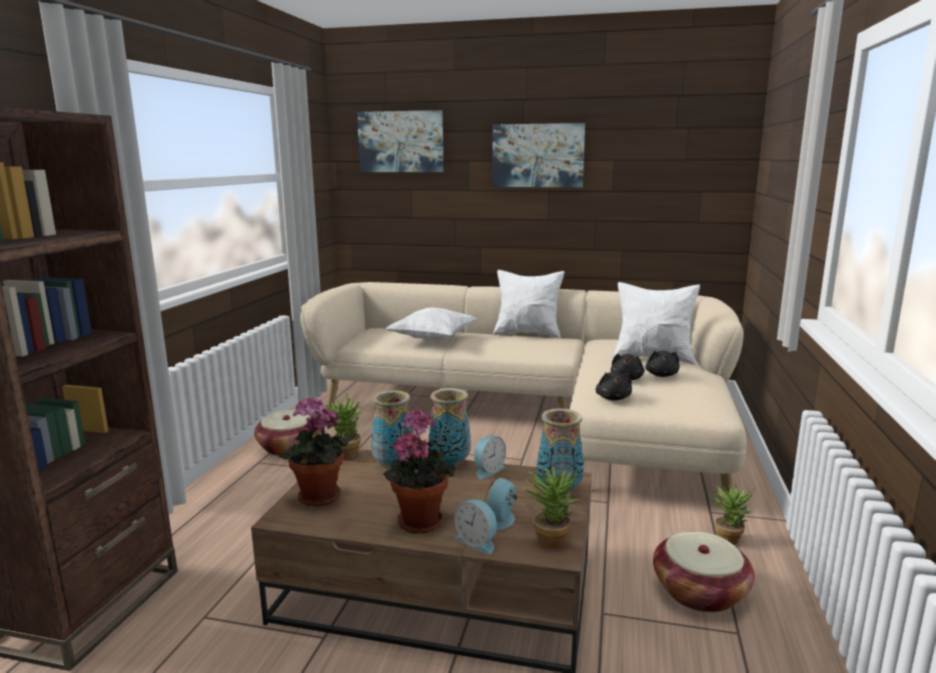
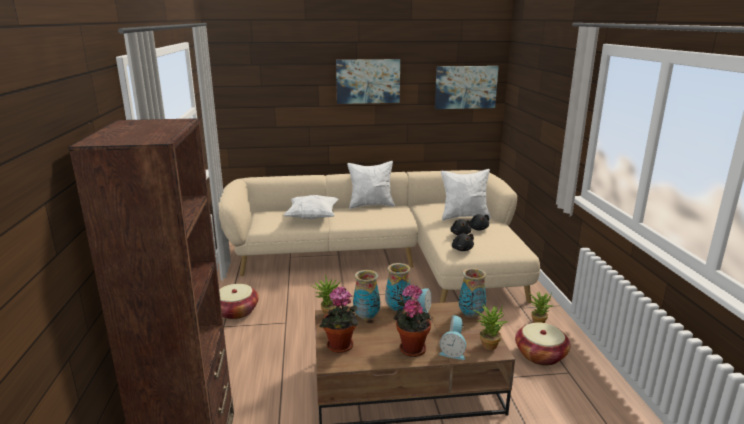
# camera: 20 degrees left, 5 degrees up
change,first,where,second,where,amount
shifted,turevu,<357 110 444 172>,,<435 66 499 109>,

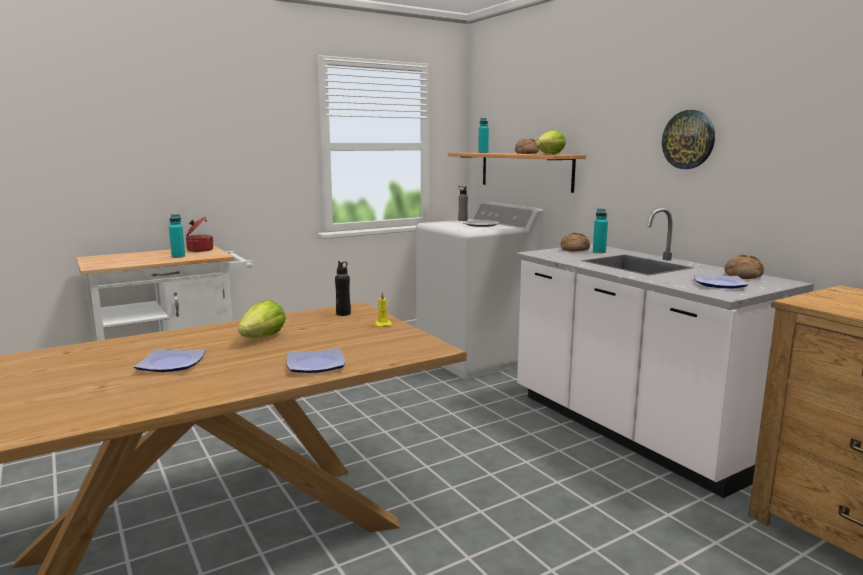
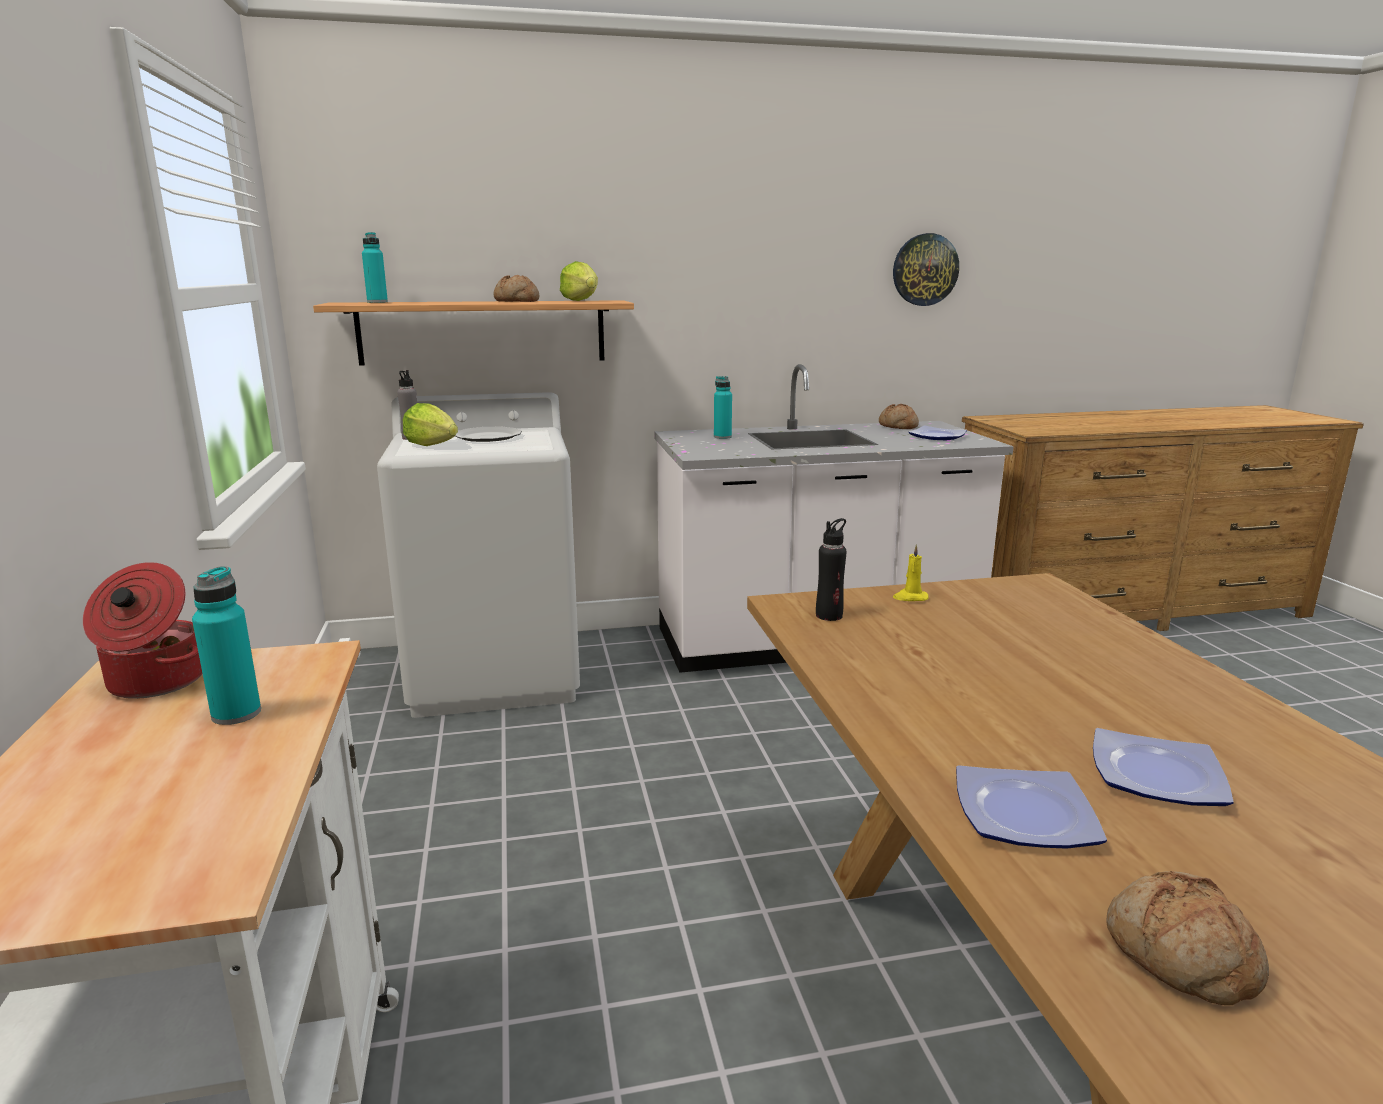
# camera: 70 degrees left, 5 degrees up
change,first,where,second,where,amount
shifted,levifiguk,<662 110 715 169>,,<893 233 959 306>,
shifted,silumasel,<561 233 590 252>,,<1106 871 1269 1005>,
shifted,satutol,<238 300 286 338>,,<403 403 458 446>,
shifted,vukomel,<287 348 345 373>,,<956 765 1107 849>,

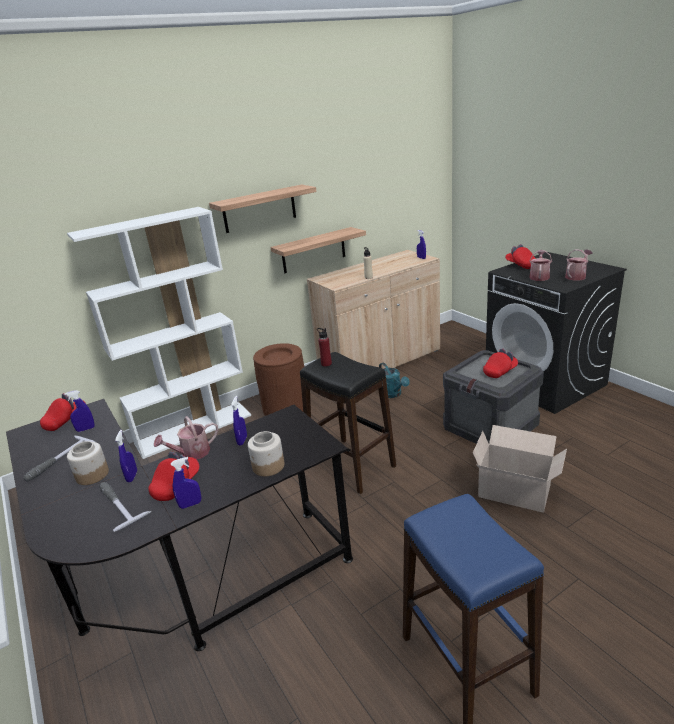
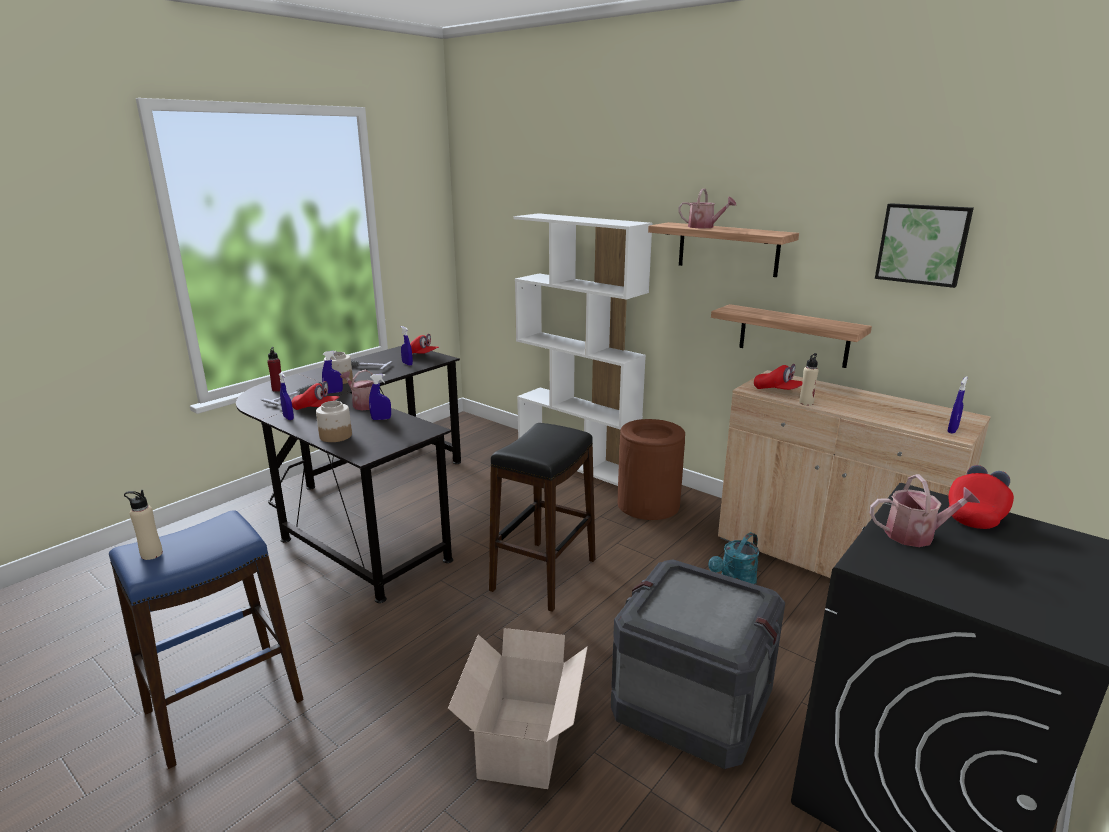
# camera: 70 degrees right, 5 degrees down
change,first,where,second,where,amount
shifted,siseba,<565 249 593 281>,,<678 189 736 229>,
shifted,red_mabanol,<317 328 332 367>,,<267 347 281 392>,
shifted,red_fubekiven,<483 349 518 378>,,<754 364 803 390>,
new,,,turevu,<875 203 974 288>,
new,,,beige_mabanol,<124 490 163 560>,

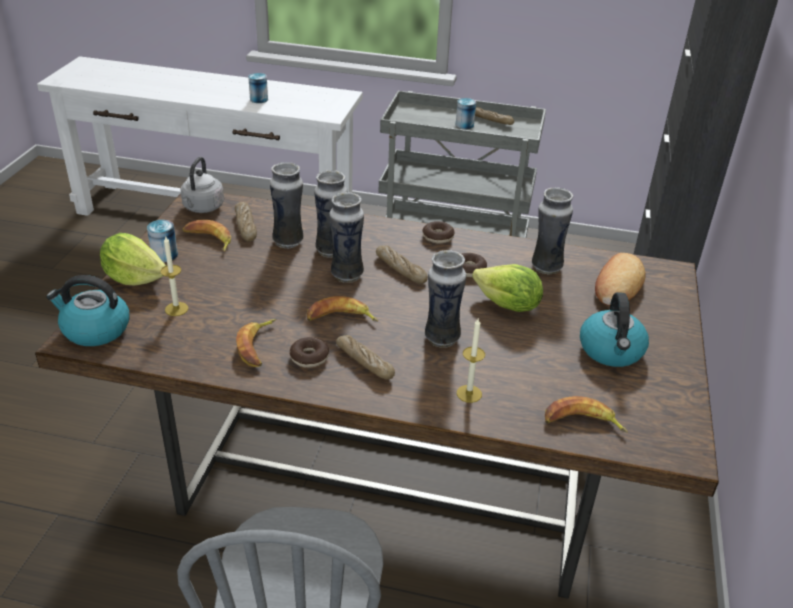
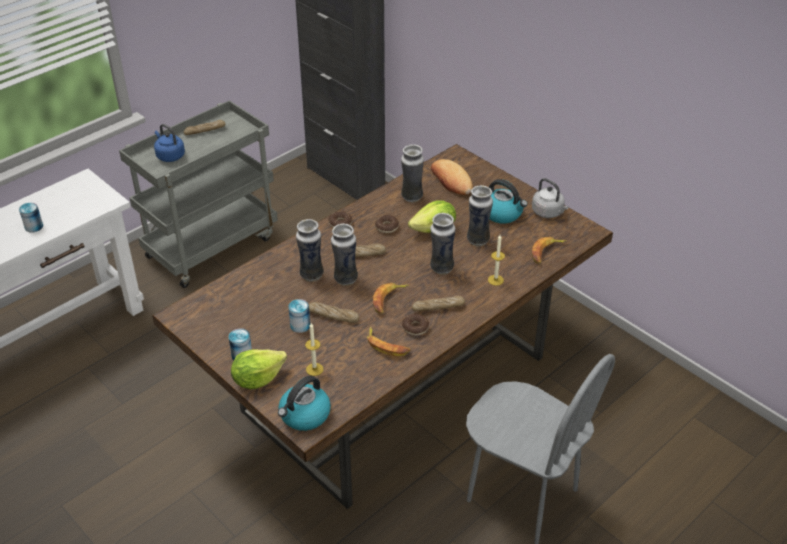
# camera: 55 degrees left, 5 degrees up
change,first,where,second,where,amount
shifted,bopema,<456 98 476 129>,,<288 299 310 333>,
shifted,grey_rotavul,<180 157 224 213>,,<532 178 568 218>,
shifted,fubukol,<270 162 304 248>,,<467 185 493 246>,
shifted,silumasel,<235 202 257 242>,,<309 302 359 323>,
gone,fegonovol,<182 220 231 252>,,,
new,,,blue_rotavul,<154 124 185 162>,

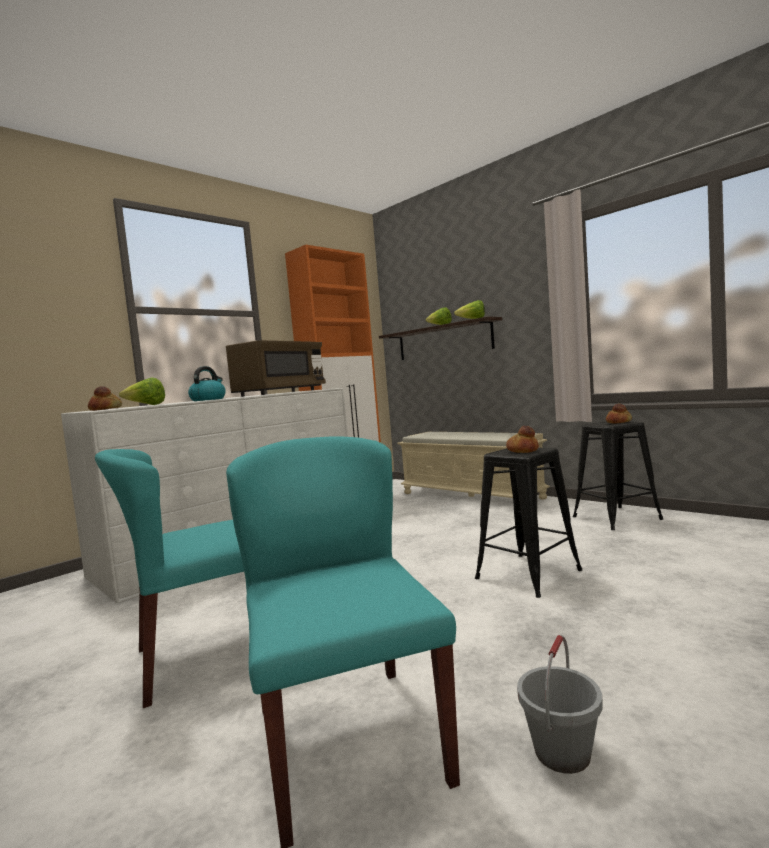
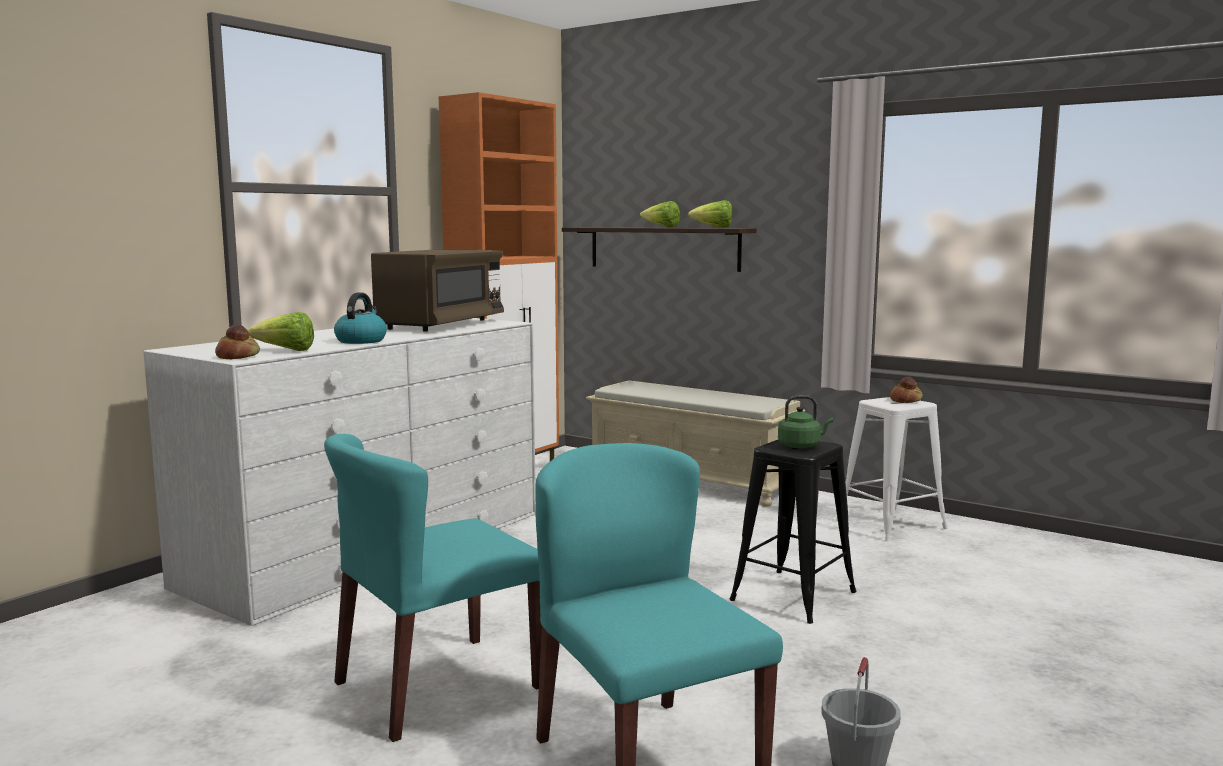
# camera: 10 degrees left, 5 degrees up
change,first,where,second,where,amount
repainted,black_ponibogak,<573 422 663 530>,white_ponibogak,<836 397 948 541>,
swapped,silumasel,<506 426 539 453>,green_rotavul,<778 395 833 448>,

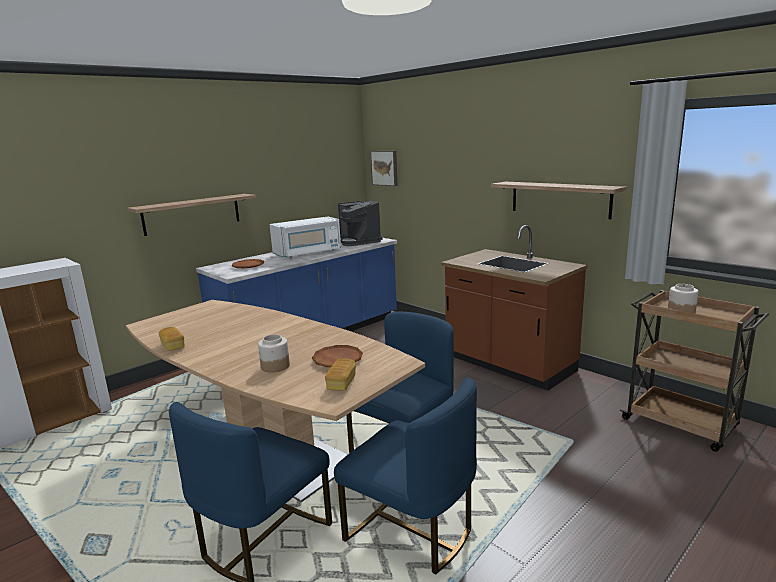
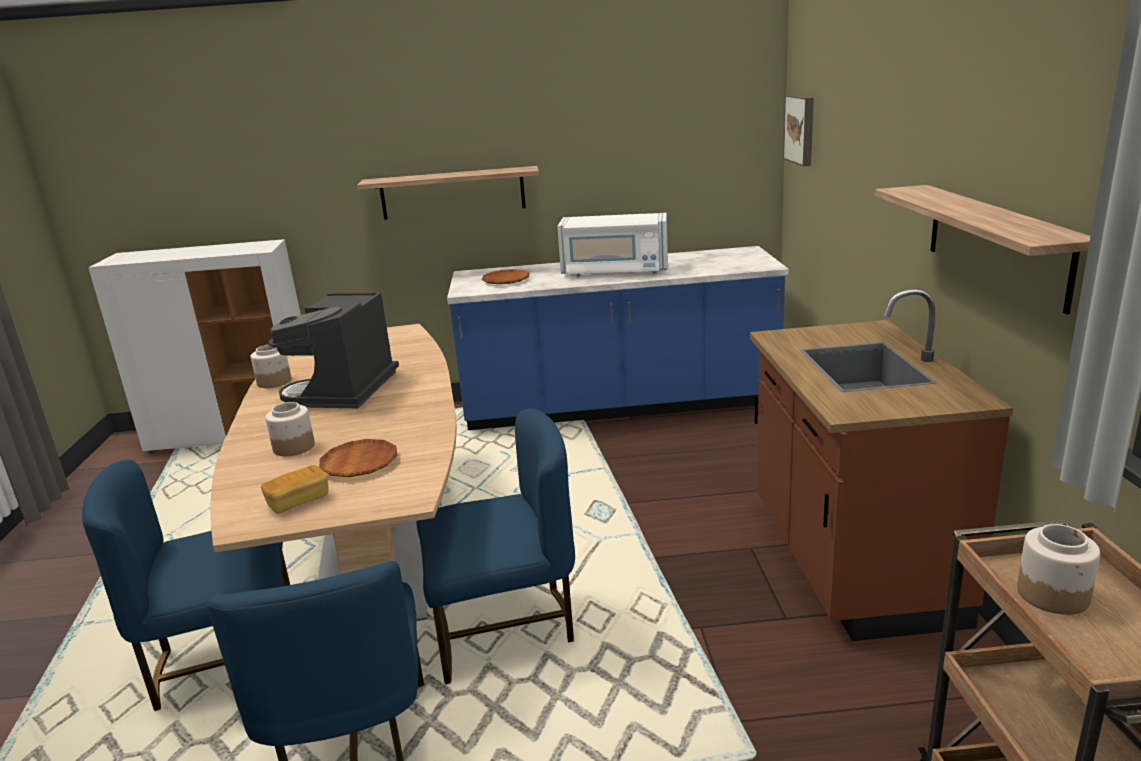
# camera: 40 degrees right, 5 degrees up
change,first,where,second,where,amount
shifted,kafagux,<338 201 383 246>,,<269 293 399 408>,
swapped,silumasel,<159 327 185 351>,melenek,<251 345 291 388>,

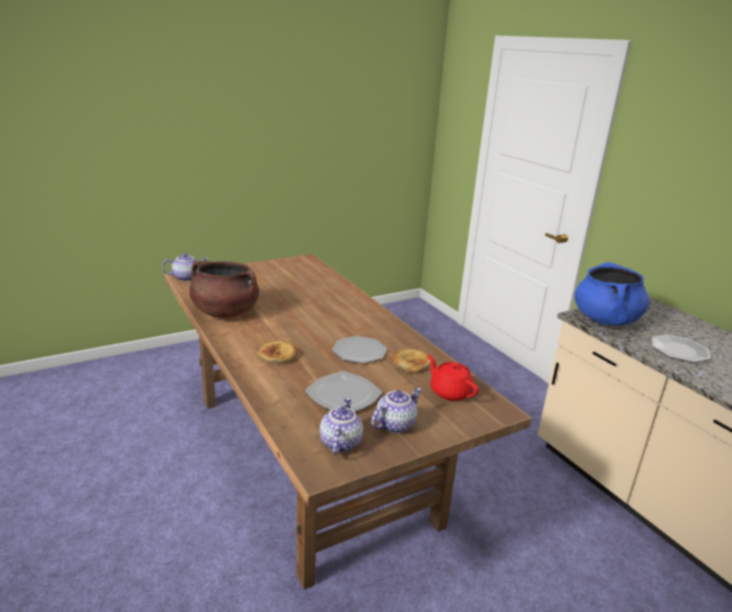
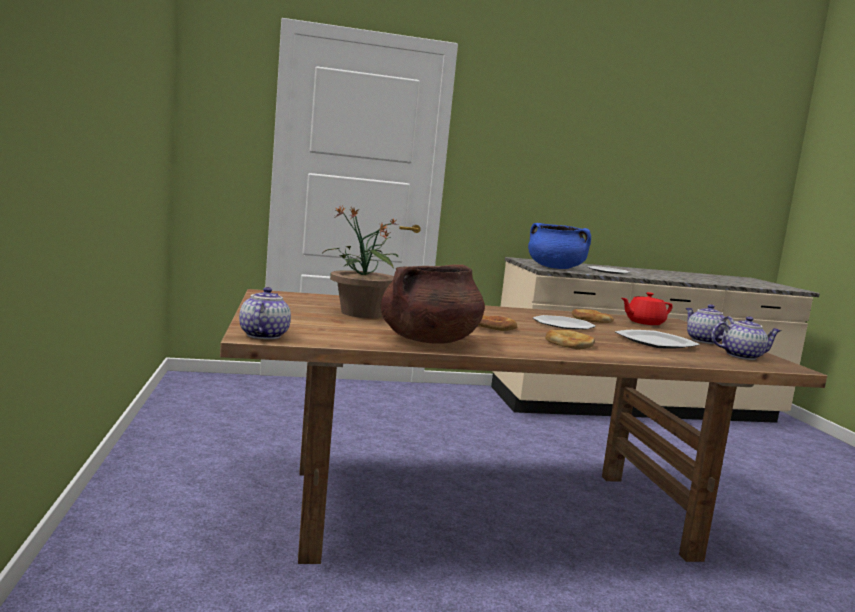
# camera: 70 degrees left, 15 degrees down
change,first,where,second,where,amount
rotated,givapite,<320 397 363 455>,,<711 316 781 360>,150 degrees clockwise
new,,,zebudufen,<321 206 399 318>,
new,,,silumasel,<478 315 517 331>,

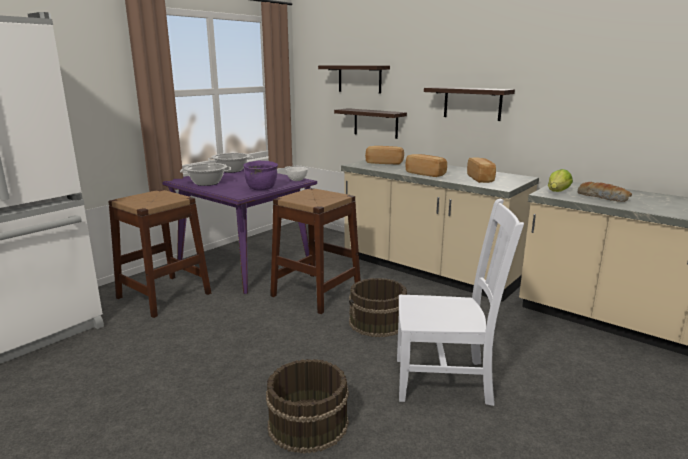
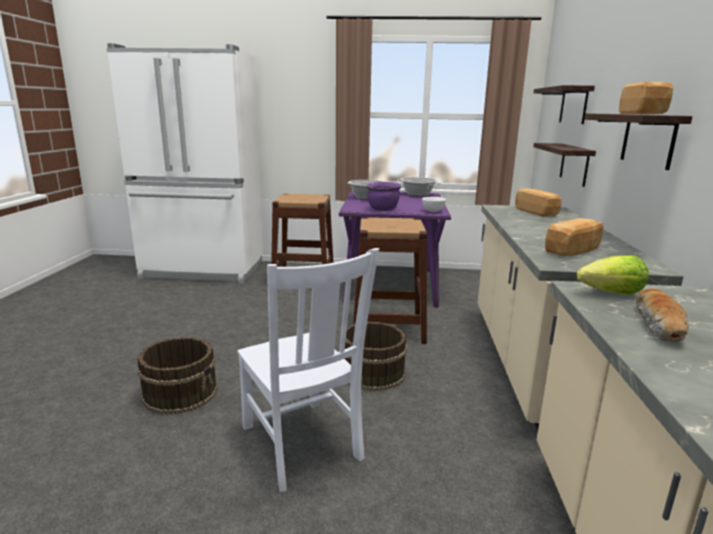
# camera: 55 degrees right, 0 degrees up
change,first,where,second,where,amount
shifted,silumasel,<405 154 447 177>,,<619 82 673 114>,

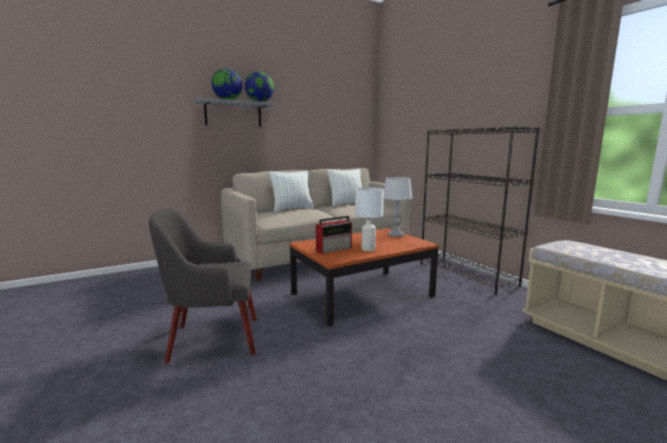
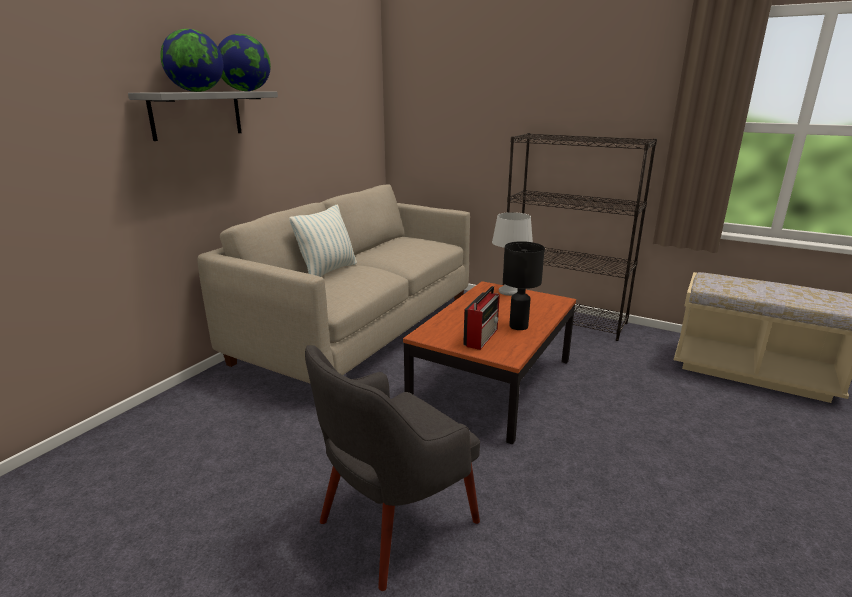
# camera: 30 degrees left, 10 degrees up
change,first,where,second,where,amount
gone,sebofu,<327 168 362 206>,,,
repainted,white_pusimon,<355 187 384 251>,black_pusimon,<503 241 545 330>,

